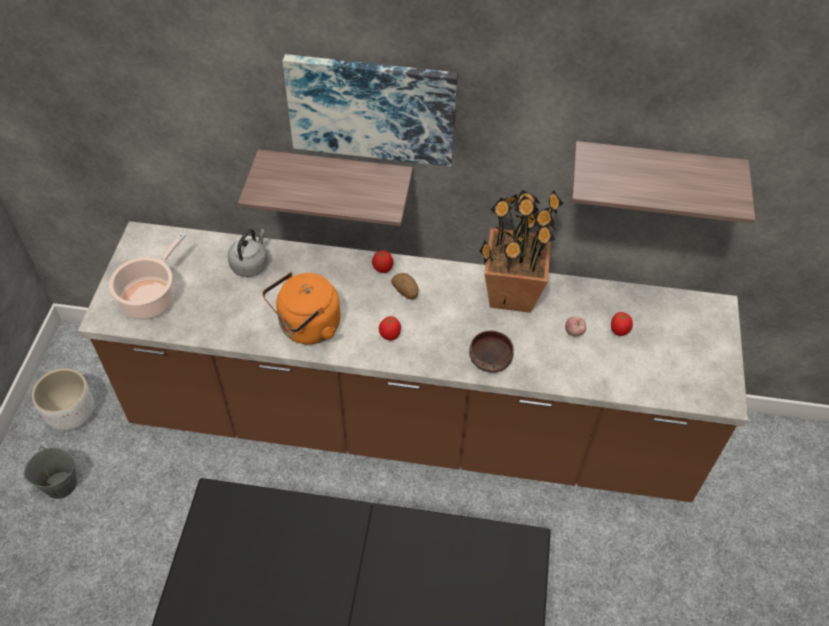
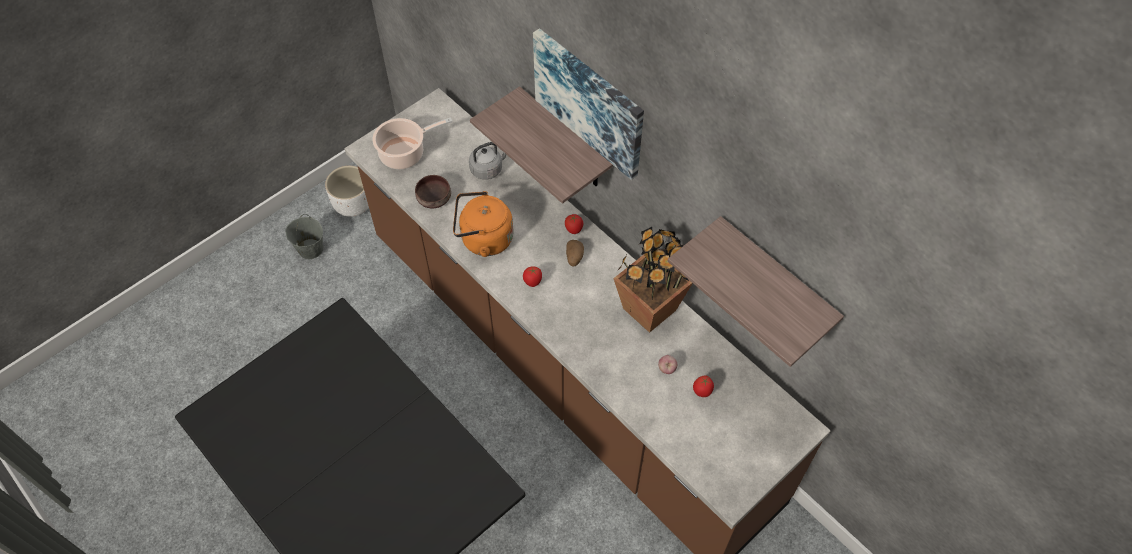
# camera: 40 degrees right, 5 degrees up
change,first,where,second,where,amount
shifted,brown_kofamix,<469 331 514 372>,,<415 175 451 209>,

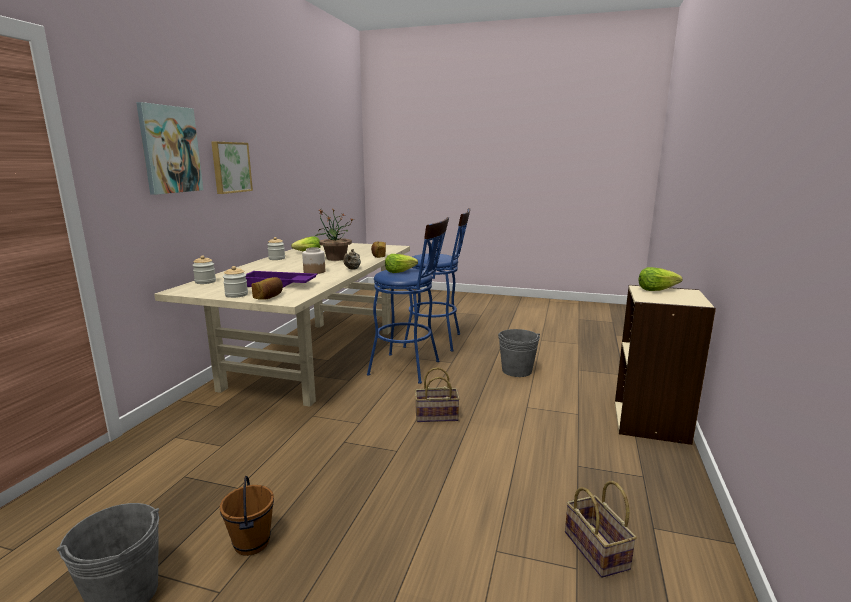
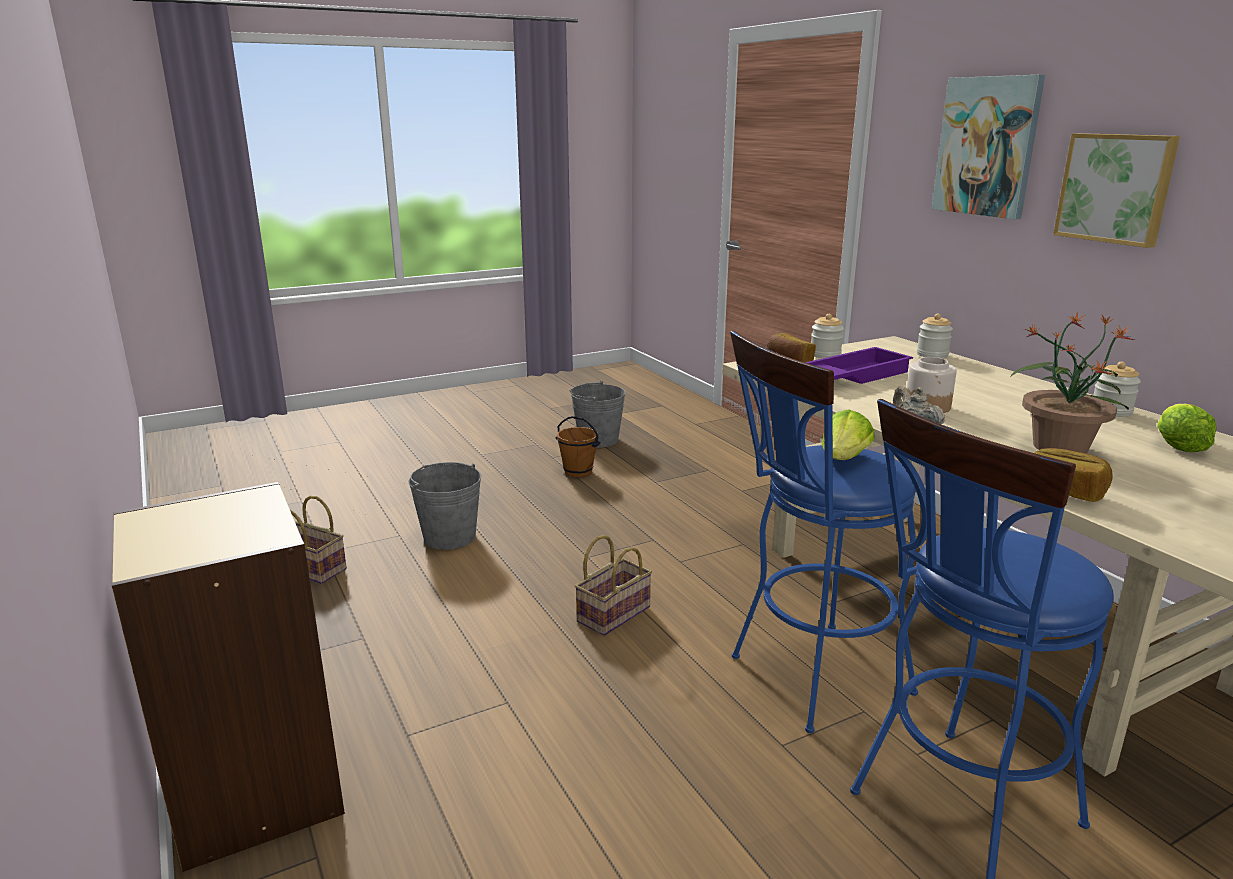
# camera: 135 degrees right, 5 degrees up
change,first,where,second,where,amount
gone,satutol,<639 267 683 291>,,,
shifted,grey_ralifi,<498 329 540 377>,,<408 462 481 550>,

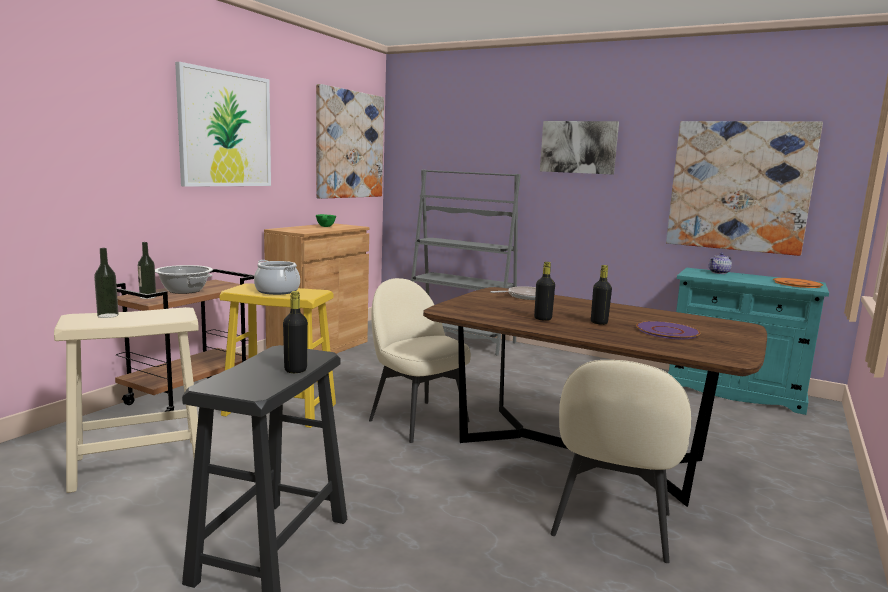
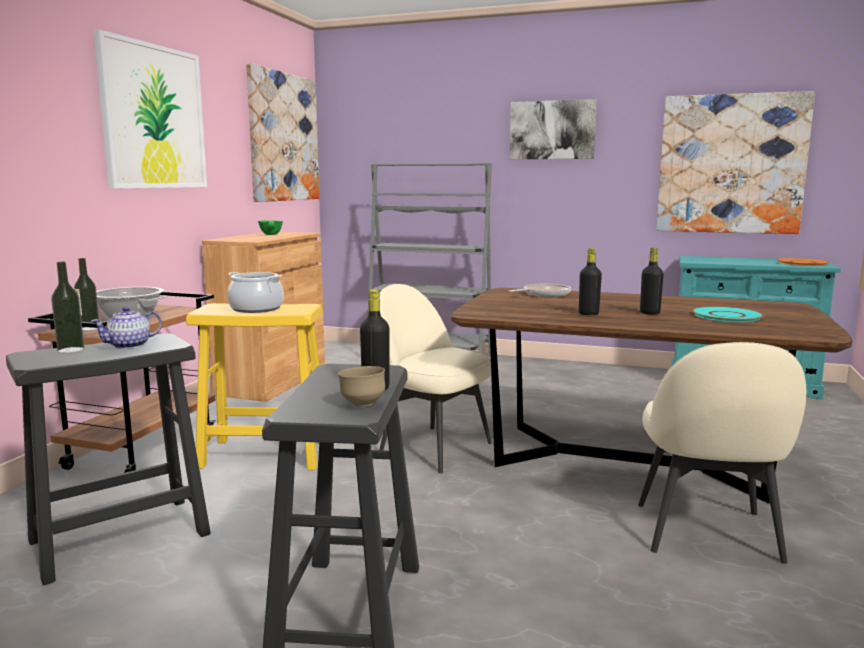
# camera: 10 degrees left, 0 degrees up
change,first,where,second,where,amount
shifted,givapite,<709 253 732 274>,,<90 307 162 349>,
repainted,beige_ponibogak,<54 307 199 493>,black_ponibogak,<6 334 211 585>,
repainted,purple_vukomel,<636 321 701 339>,turquoise_vukomel,<692 307 764 322>,
new,,,brown_kofamix,<338 366 385 407>,

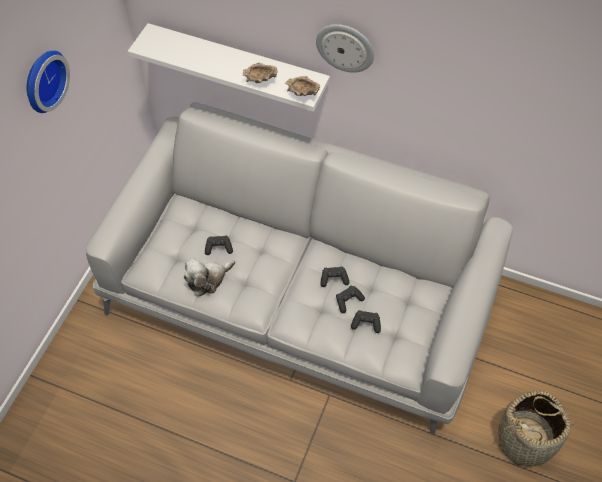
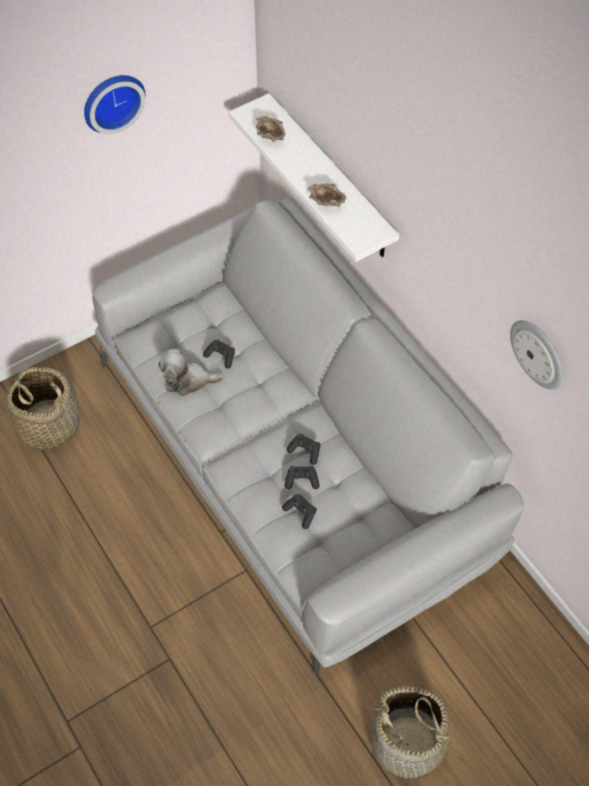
# camera: 35 degrees right, 0 degrees up
change,first,where,second,where,amount
shifted,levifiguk,<316 24 374 73>,,<510 320 563 390>,
shifted,beige_kofamix,<285 76 321 96>,,<256 116 286 142>,
new,,,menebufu,<6 367 80 450>,

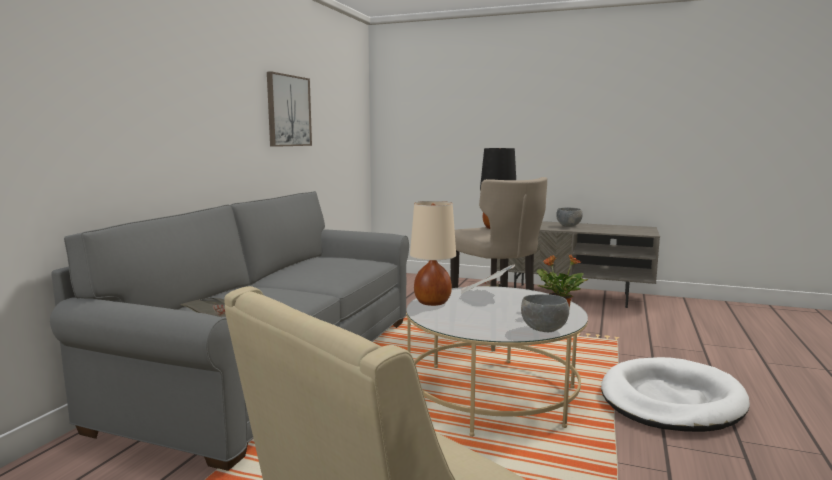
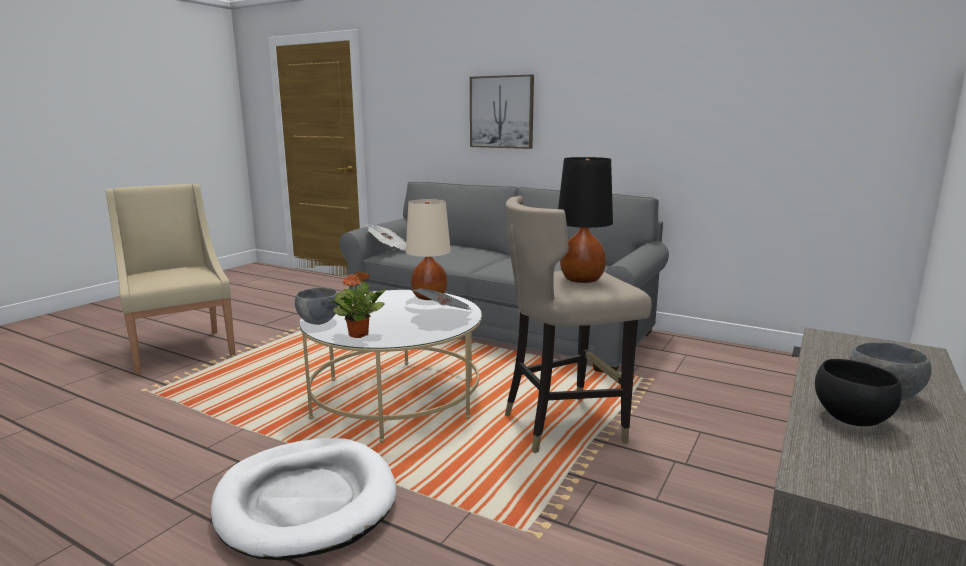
# camera: 100 degrees right, 5 degrees up
change,first,where,second,where,amount
shifted,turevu,<267 71 312 147>,,<470 74 534 149>,
new,,,black_kofamix,<815 359 902 426>,

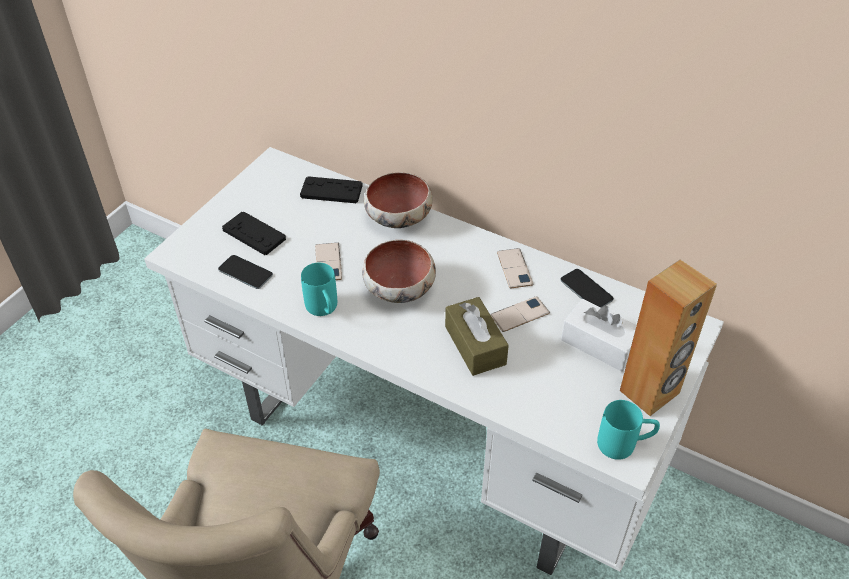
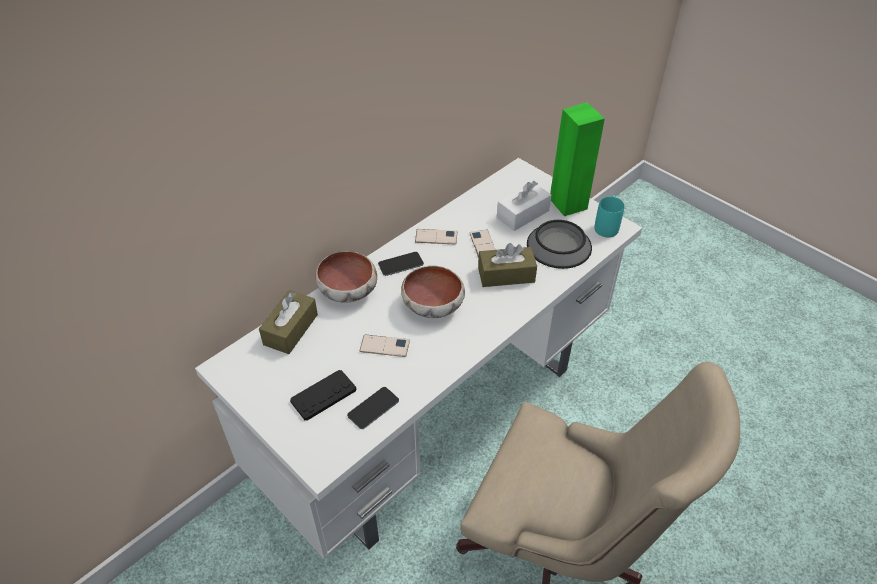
# camera: 75 degrees left, 0 degrees up
change,first,where,second,where,amount
swapped,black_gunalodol,<300 176 363 203>,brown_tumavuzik,<259 290 318 354>,
repainted,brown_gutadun,<620 260 717 416>,green_gutadun,<550 102 605 216>,
gone,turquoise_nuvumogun,<301 263 337 316>,,,
shifted,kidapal,<560 269 614 308>,,<378 252 424 276>,
new,,,kofamix,<527 220 592 269>,

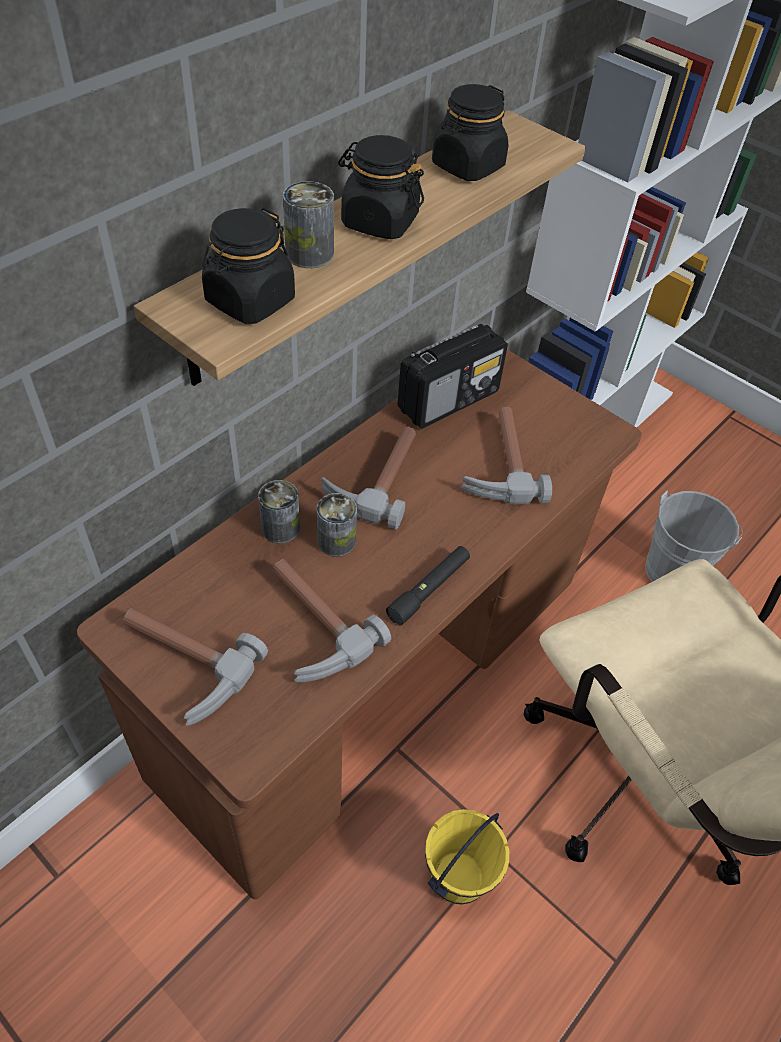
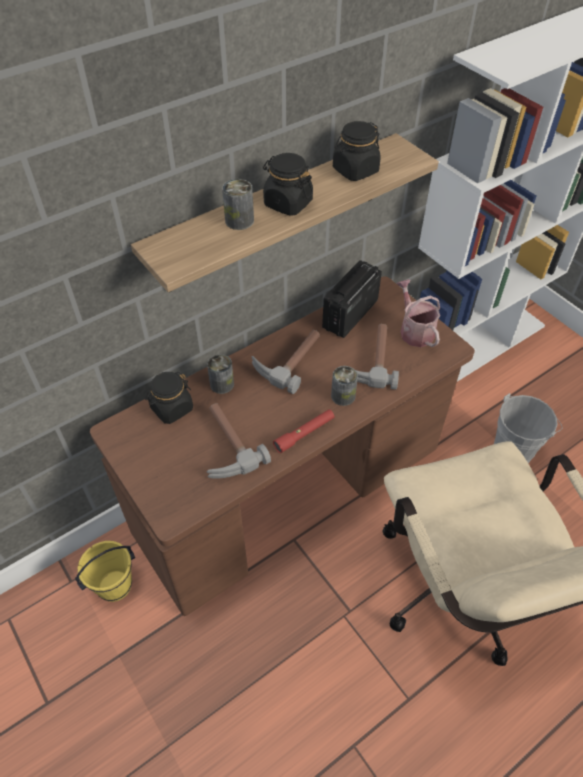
# camera: 15 degrees right, 0 degrees up
change,first,where,second,where,amount
shifted,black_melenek,<202 208 295 324>,,<145 372 193 424>,
rotated,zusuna,<397 324 508 429>,,<322 260 382 338>,150 degrees clockwise
shifted,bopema,<317 493 357 557>,,<331 366 358 406>,
repainted,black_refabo,<386 546 470 626>,red_refabo,<273 409 334 453>,
gone,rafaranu,<123 608 268 726>,,,
shifted,yellow_ralifi,<425 809 509 905>,,<75 541 135 602>,
new,,,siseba,<396 279 440 347>,

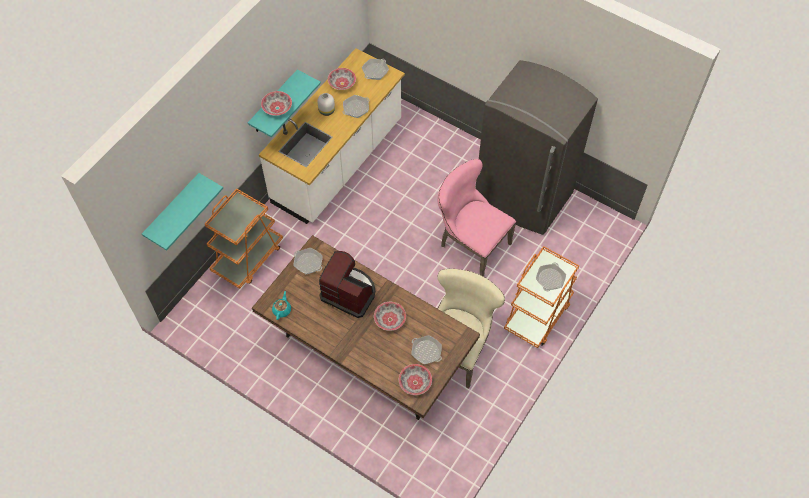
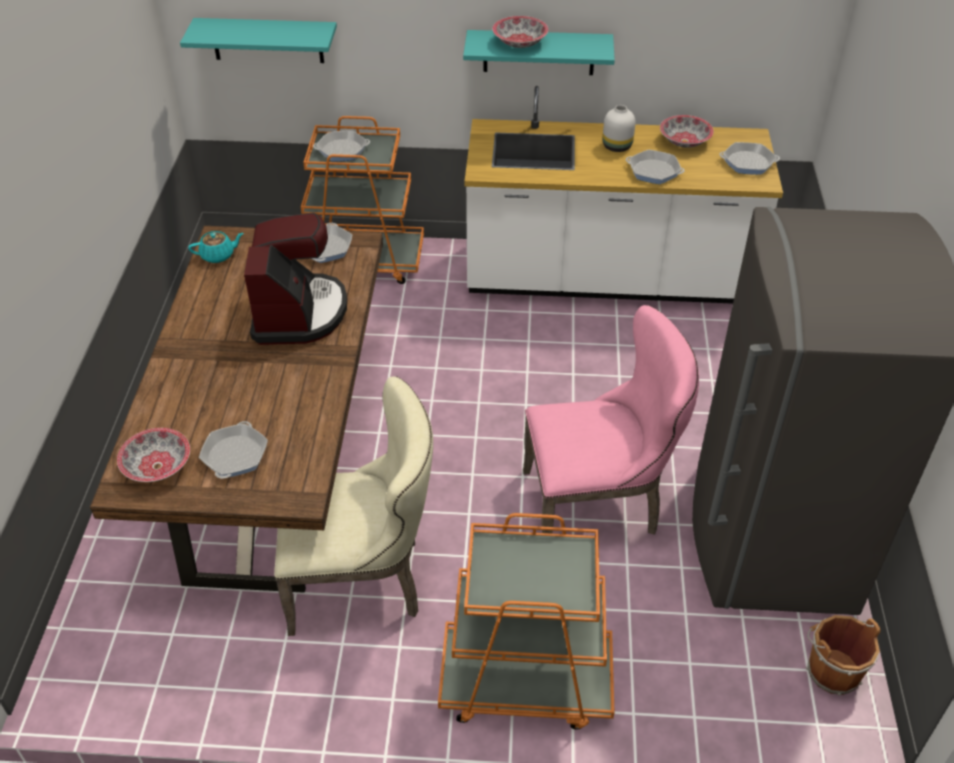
# camera: 60 degrees right, 15 degrees down
change,first,where,second,where,amount
rotated,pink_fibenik,<438 159 516 276>,,<523 305 699 535>,75 degrees clockwise
shifted,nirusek,<536 262 566 291>,,<313 130 370 162>,
gone,kofamix,<374 302 406 331>,,,
new,,,brown_ralifi,<806 615 880 696>,

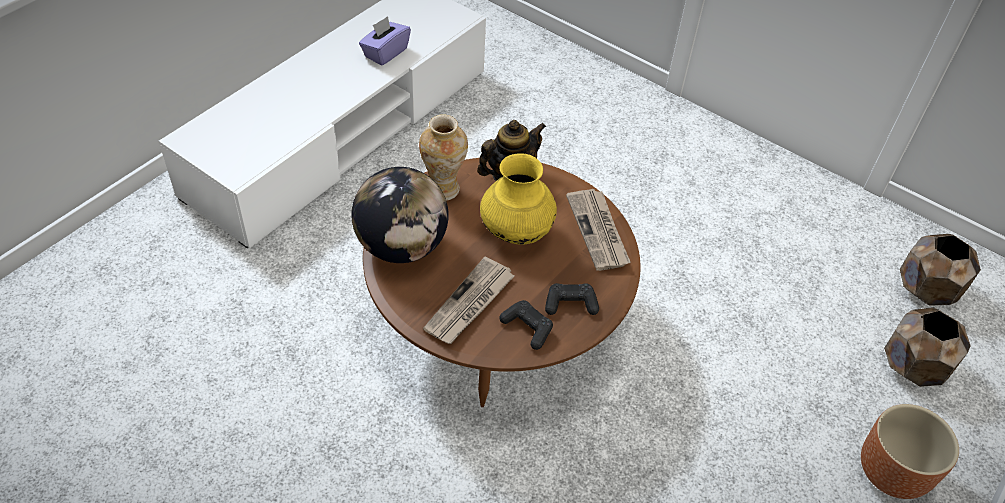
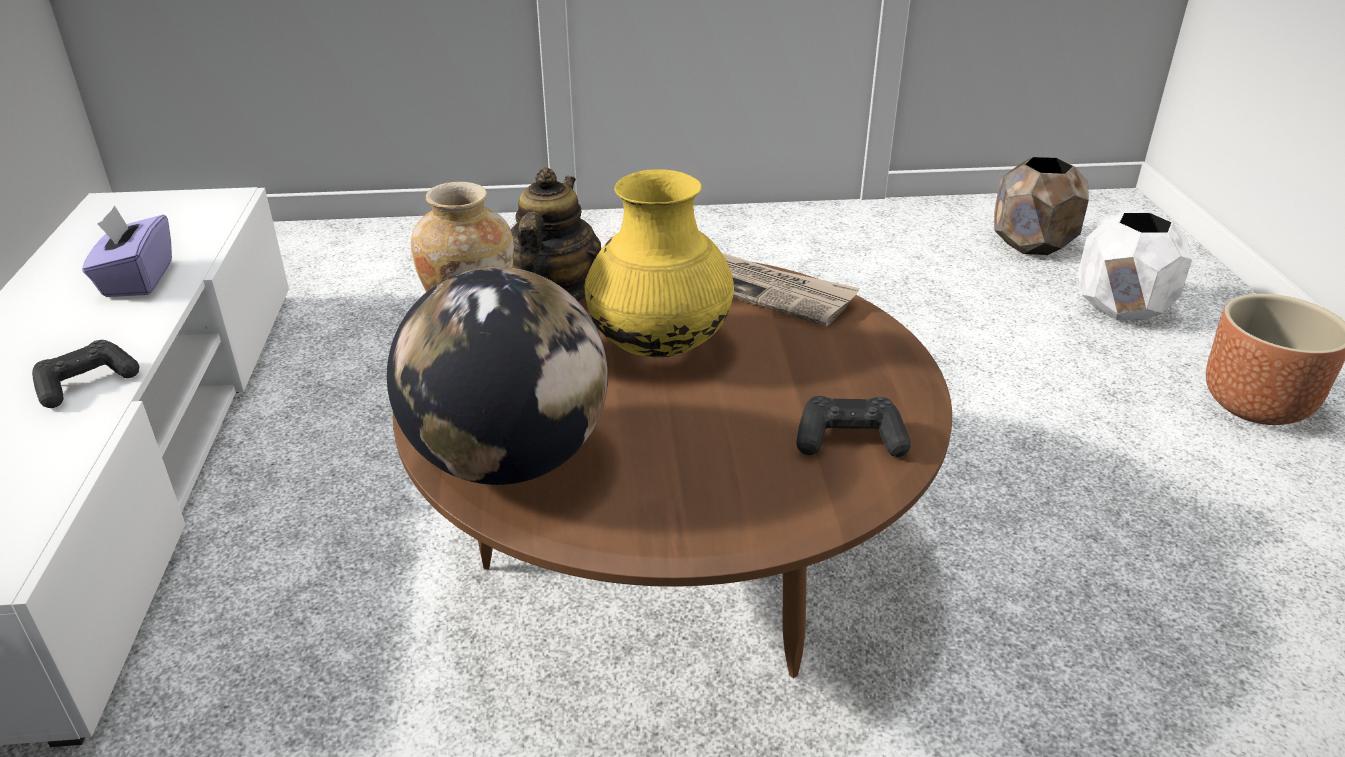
# camera: 40 degrees left, 15 degrees down
change,first,where,second,where,amount
gone,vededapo,<423 256 515 344>,,,
shifted,black_gunalodol,<545 283 599 315>,,<32 340 139 408>,
repainted,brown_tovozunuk,<884 307 970 387>,white_tovozunuk,<1078 212 1192 320>,

